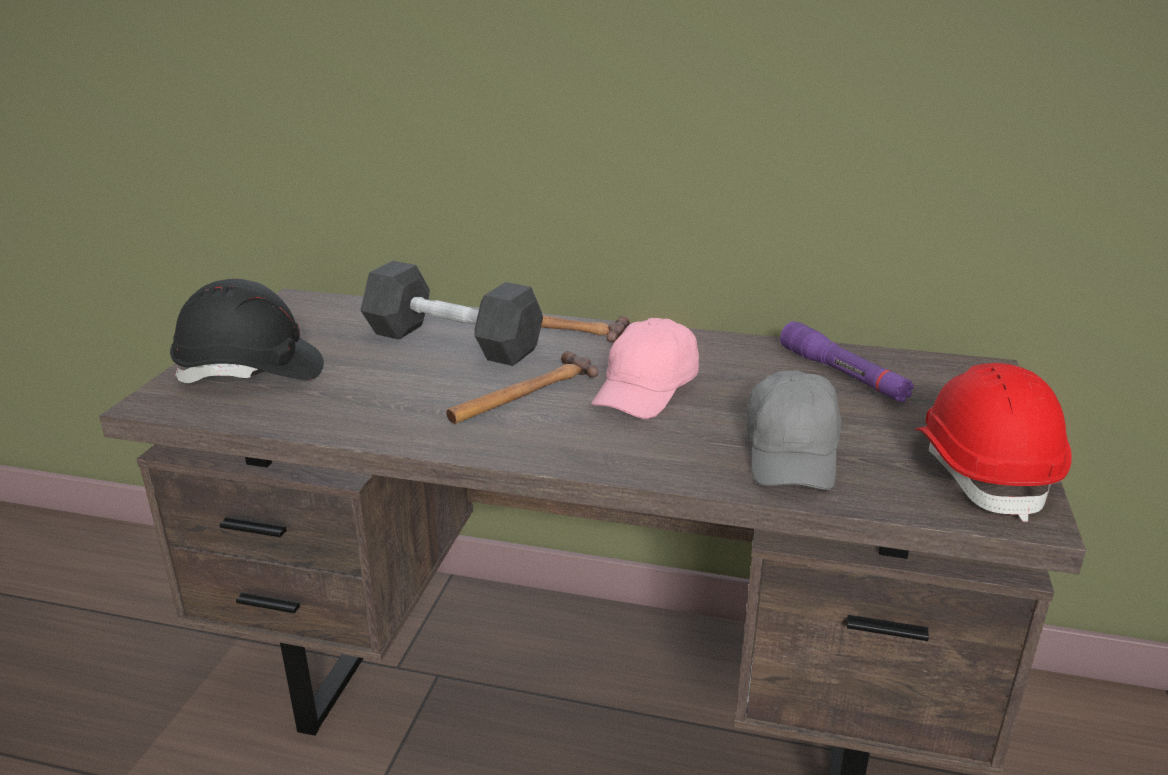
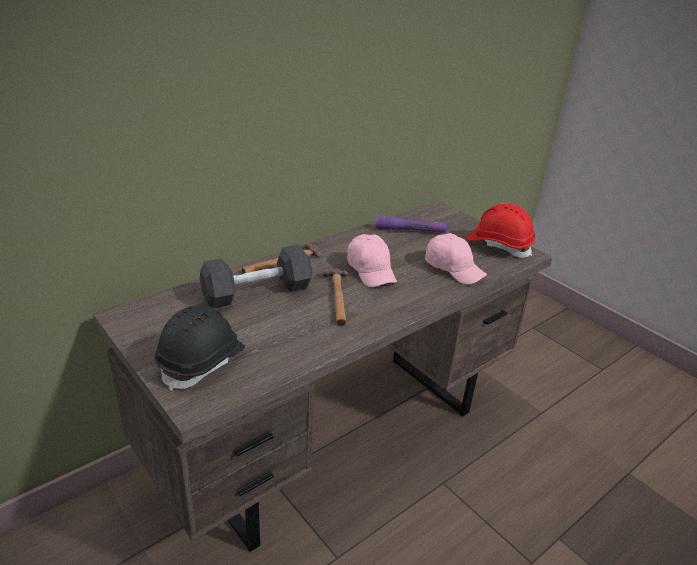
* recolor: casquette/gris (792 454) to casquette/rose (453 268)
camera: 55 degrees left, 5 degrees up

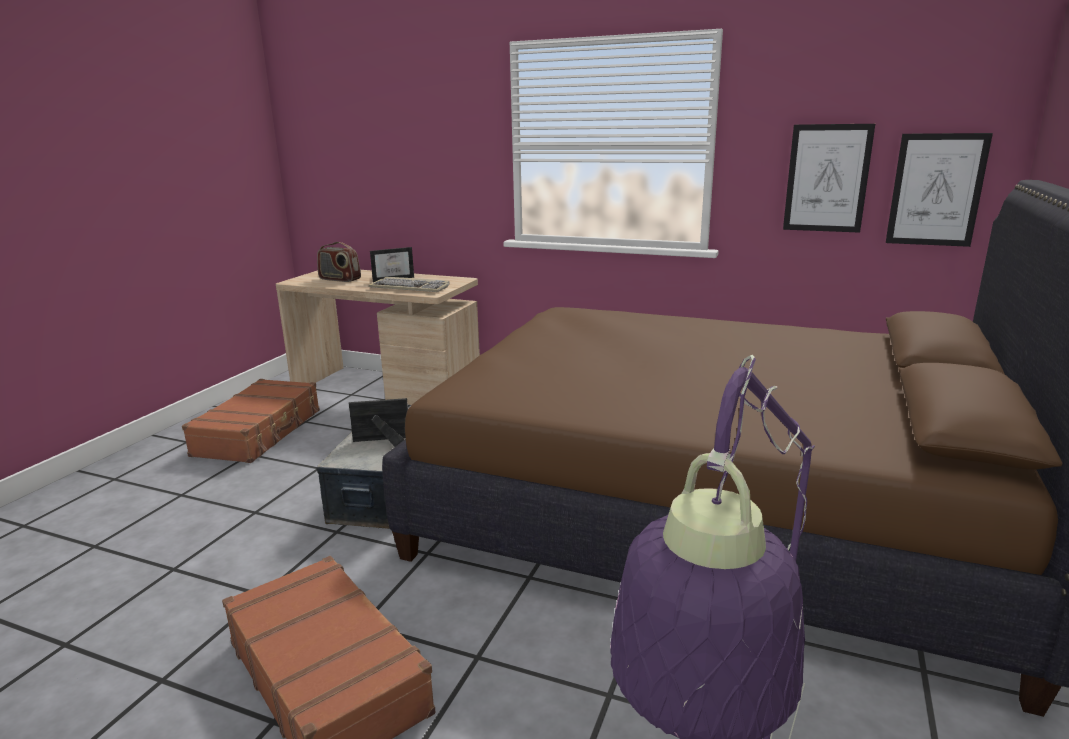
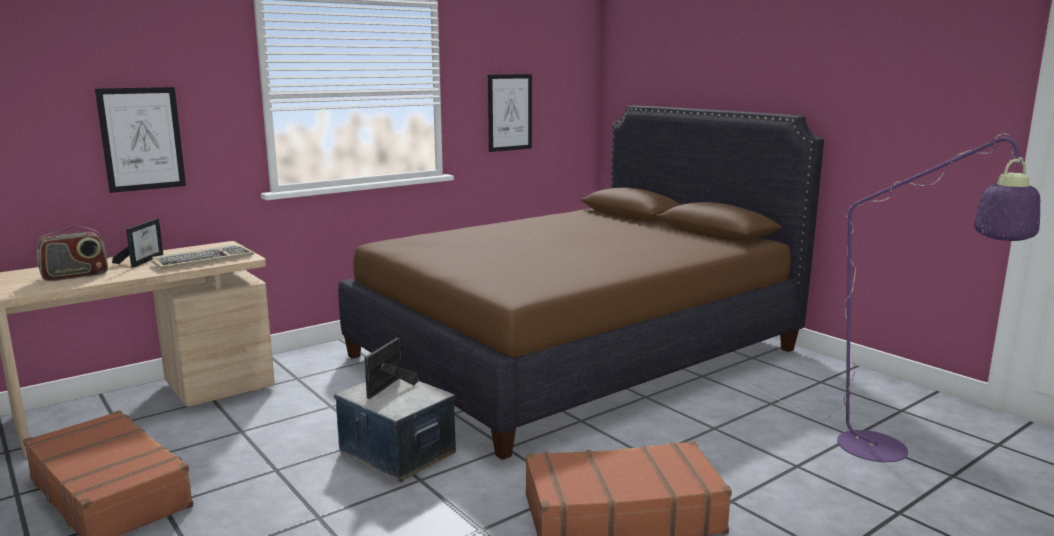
* move: tableau (936 190) to (142 139)
camera: 60 degrees left, 5 degrees down

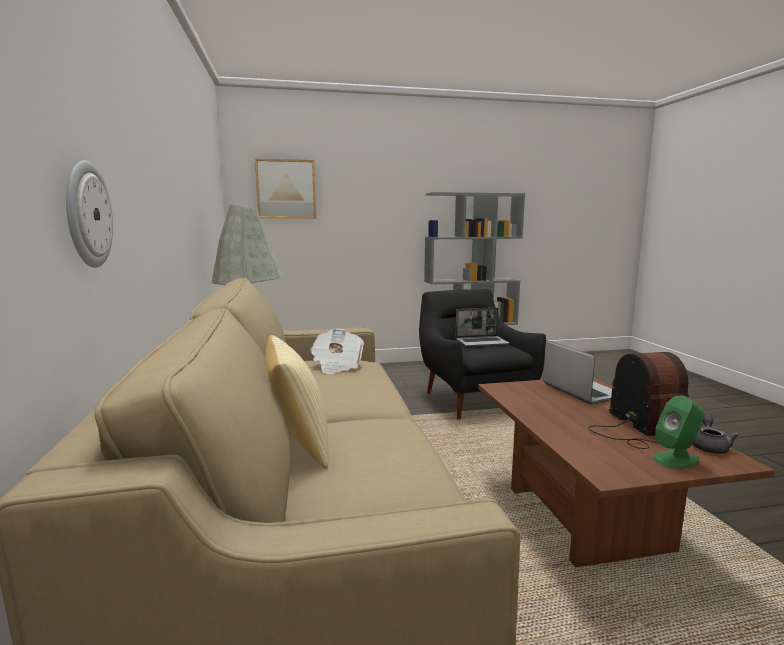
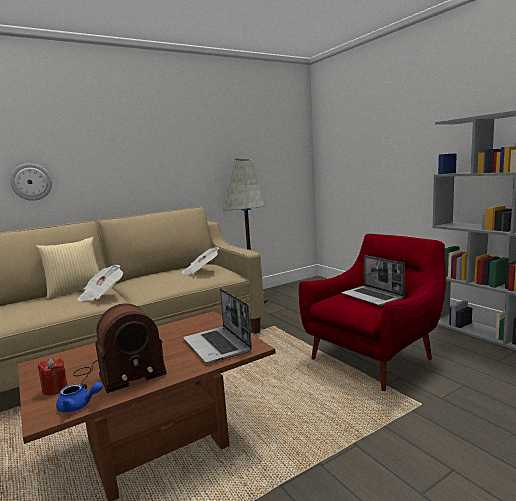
* delete: tableau (286 189)
* recolor: fauteuil/noir (474 399) to fauteuil/rouge (374 357)
* rotate: ordinateur portable (580 390) = (218 346) 105 degrees clockwise
* replace: enceinte/vert (676 459) to bougie/rouge (55 389)
* recolor: théière/gris (710 446) to théière/bleu (78 406)
* insert: journal (101 295)
camera: 70 degrees right, 0 degrees up

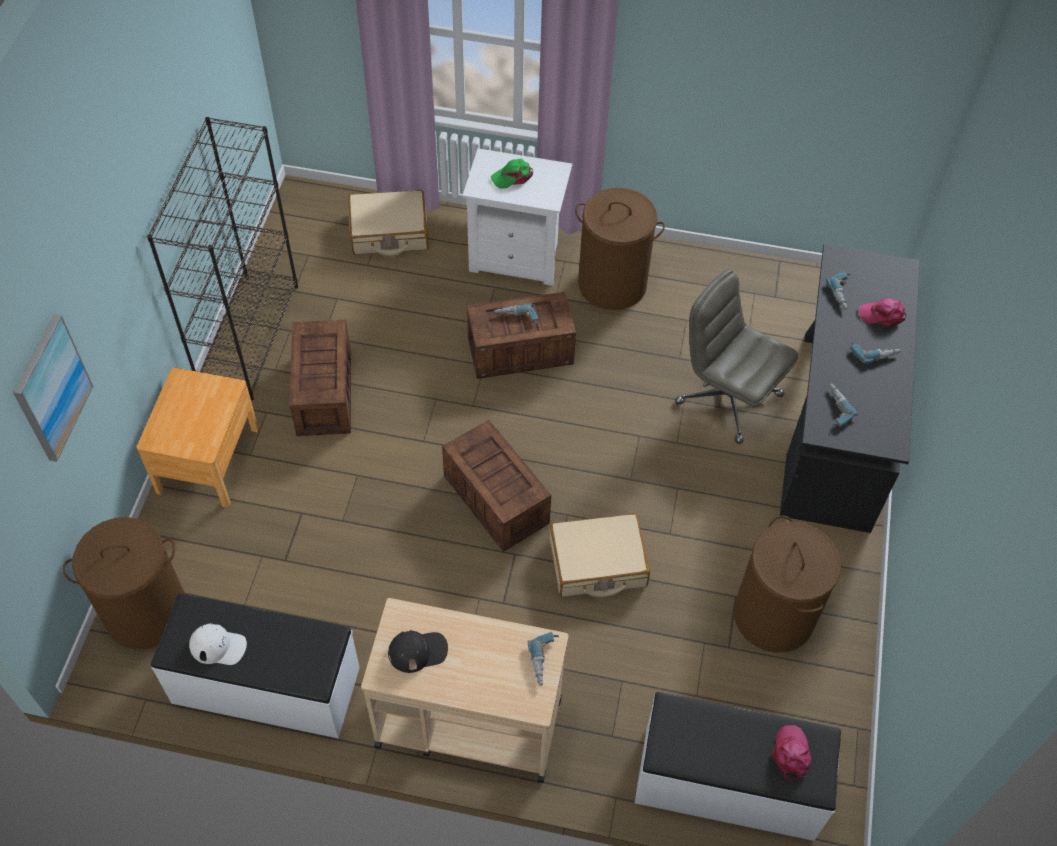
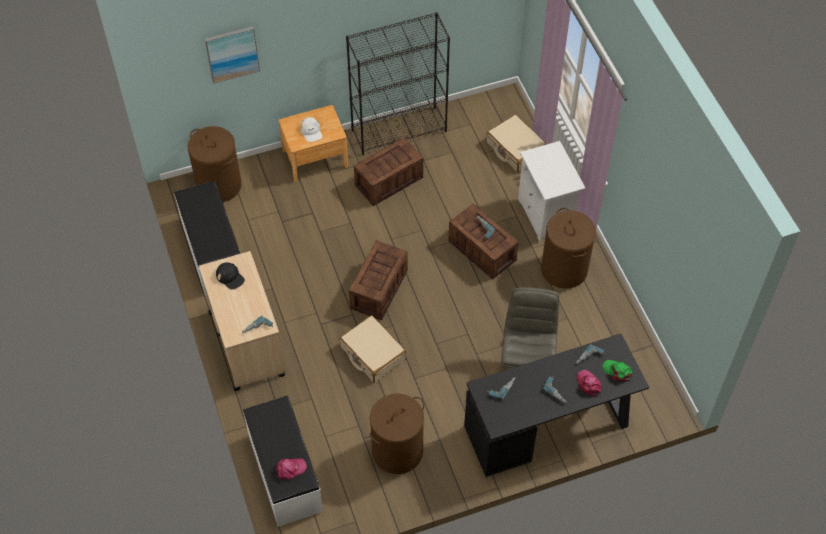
* move: casquette/blanc (218 646) to (311 131)
* move: casquette/vert (513 176) to (617 372)
camera: 60 degrees right, 0 degrees up

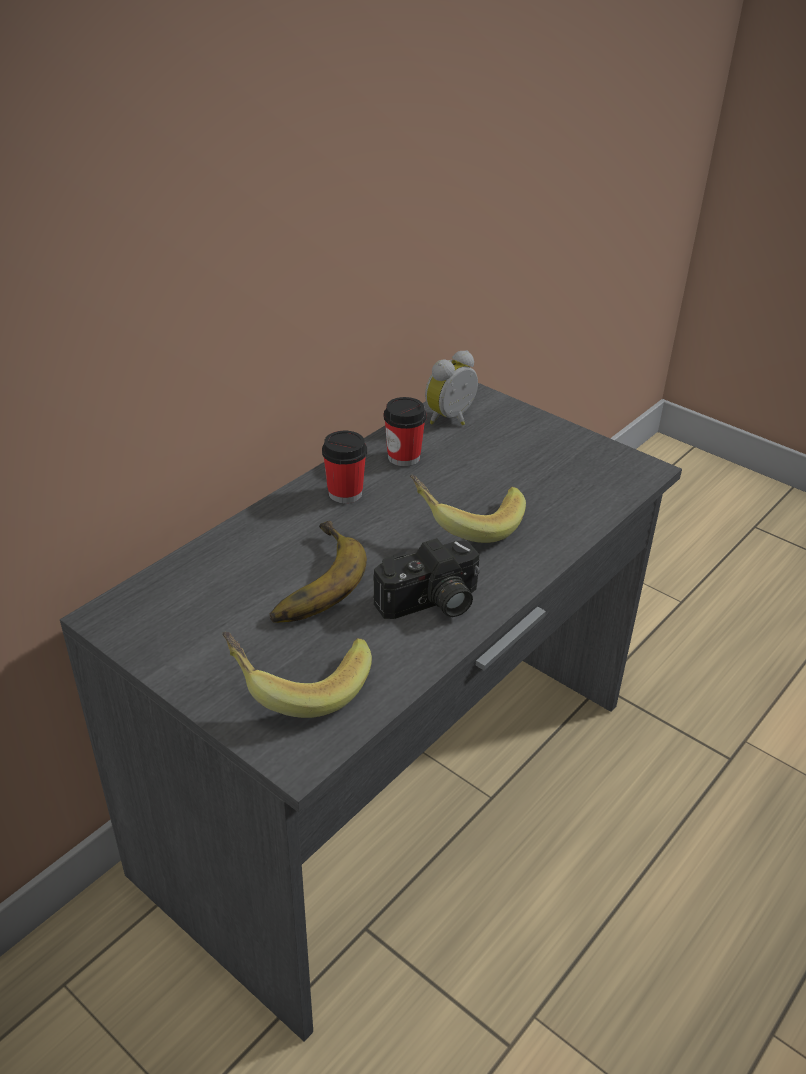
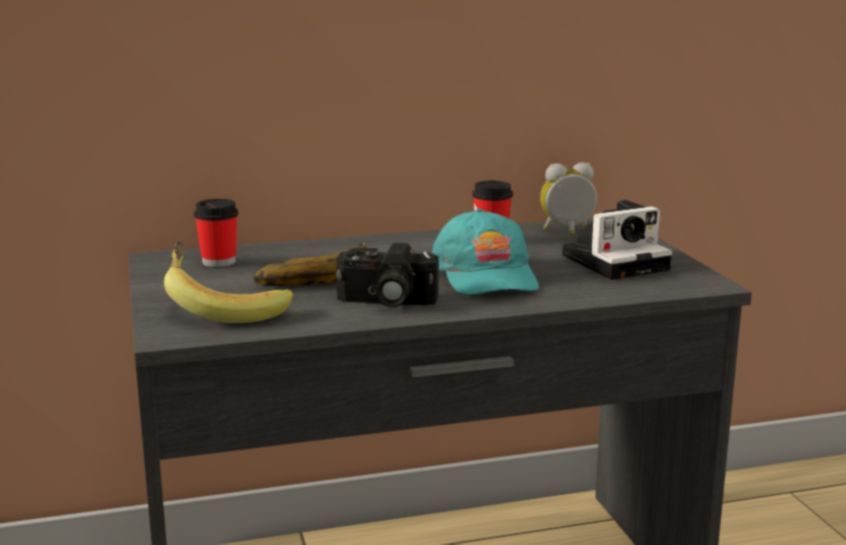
* move: tasse (345 493) to (219 261)
* replace: banane (466 522) to casquette/turquoise (486 275)
* insert: appareil photo (617 261)
camera: 35 degrees right, 20 degrees down

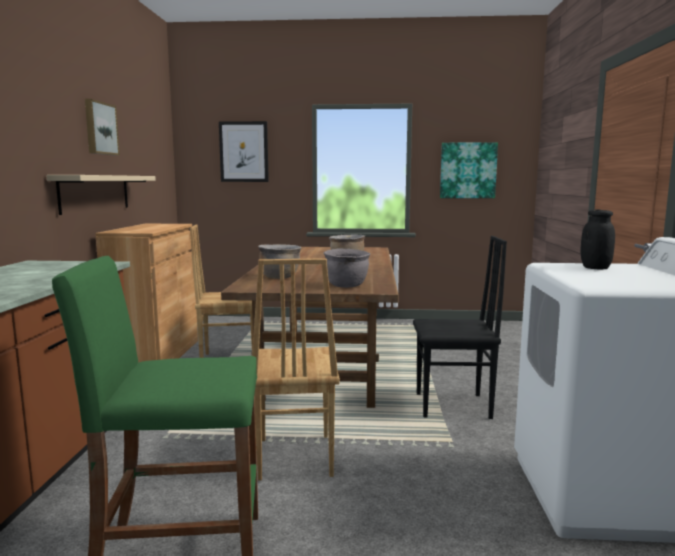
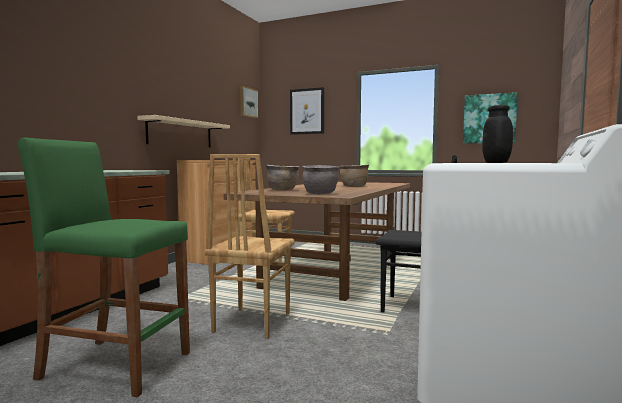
* move: tableau (100 128) to (248 102)
camera: 20 degrees right, 5 degrees down

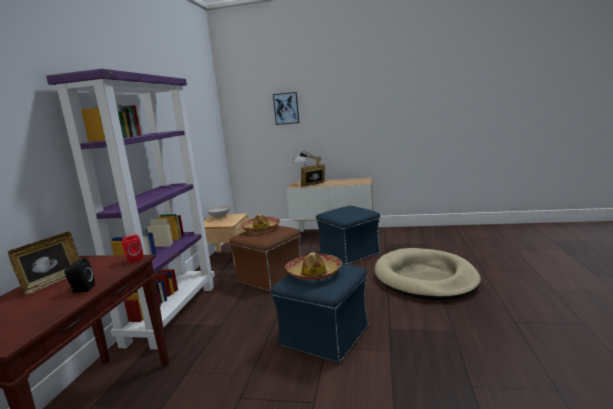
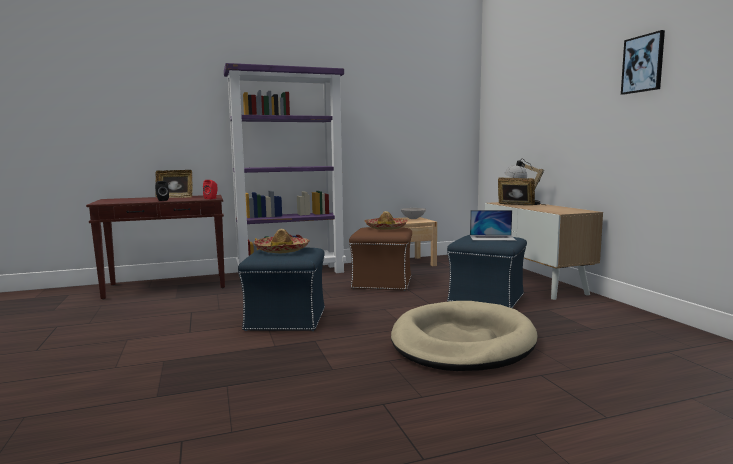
* move: tableau (286 108) to (643 64)
* insert: ordinateur portable (492 238)
camera: 60 degrees right, 5 degrees down

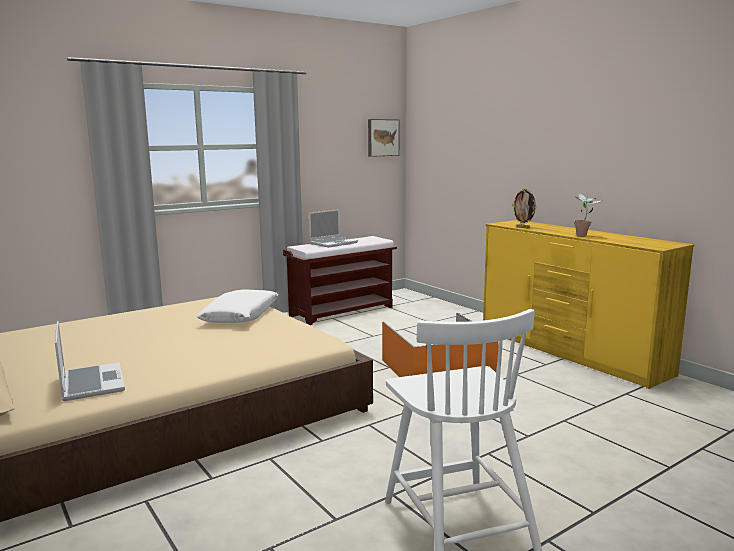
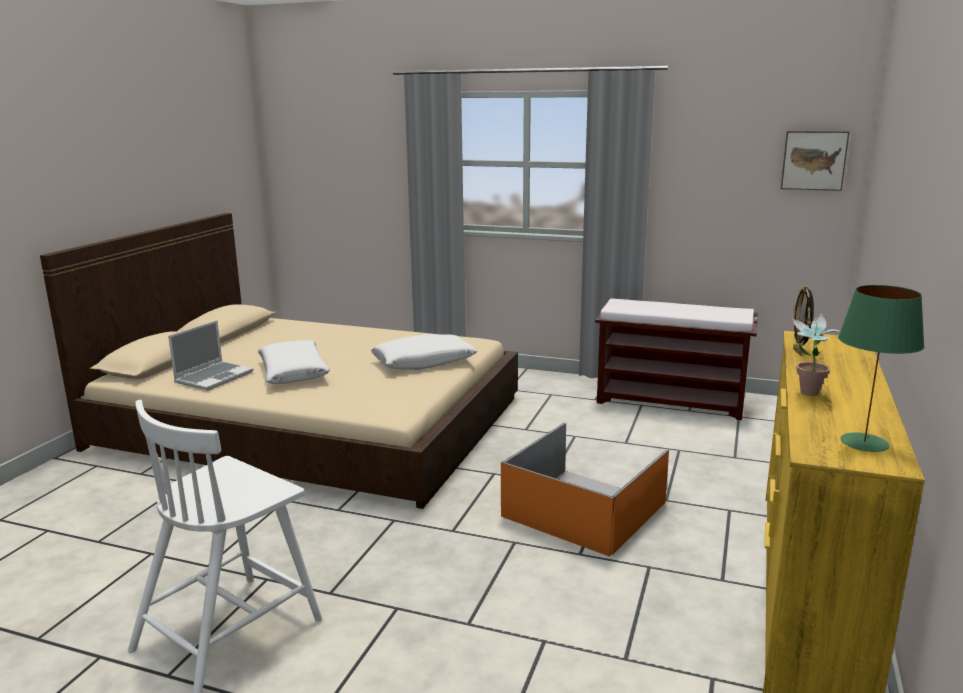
* delete: ordinateur portable (333 243)
* insert: coussin/blanc (293 372)
* insert: lampe de table/vert (865 442)
camera: 55 degrees right, 5 degrees up

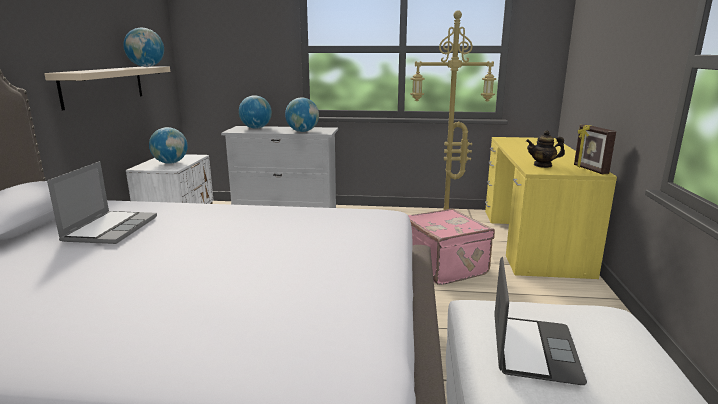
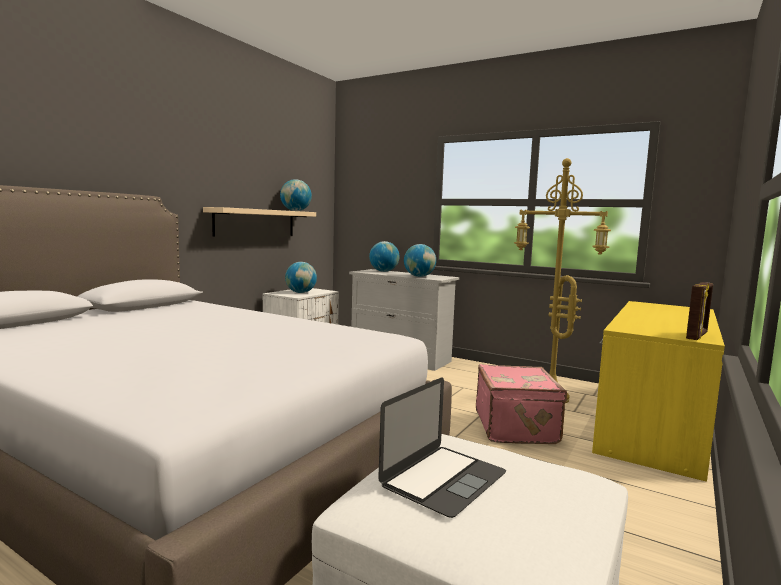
* delete: ordinateur portable (110 228)
* delete: théière (542 165)
* rotate: cadre photo (590 170) = (697 336) 150 degrees counterclockwise
camera: 25 degrees right, 10 degrees down

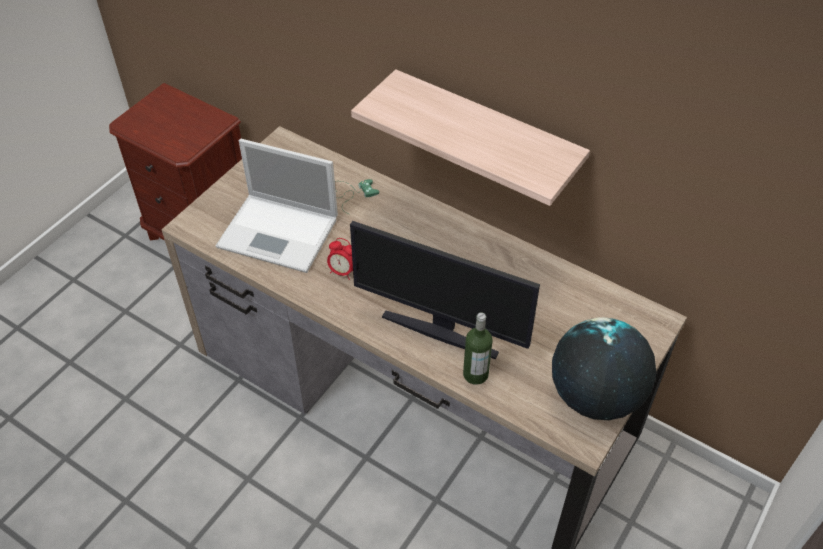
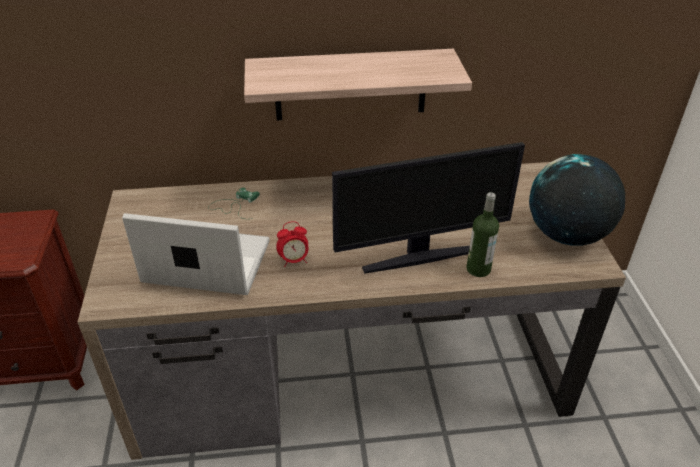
* rotate: ordinateur portable (280 233) = (205 262) 150 degrees counterclockwise
camera: 40 degrees left, 10 degrees down

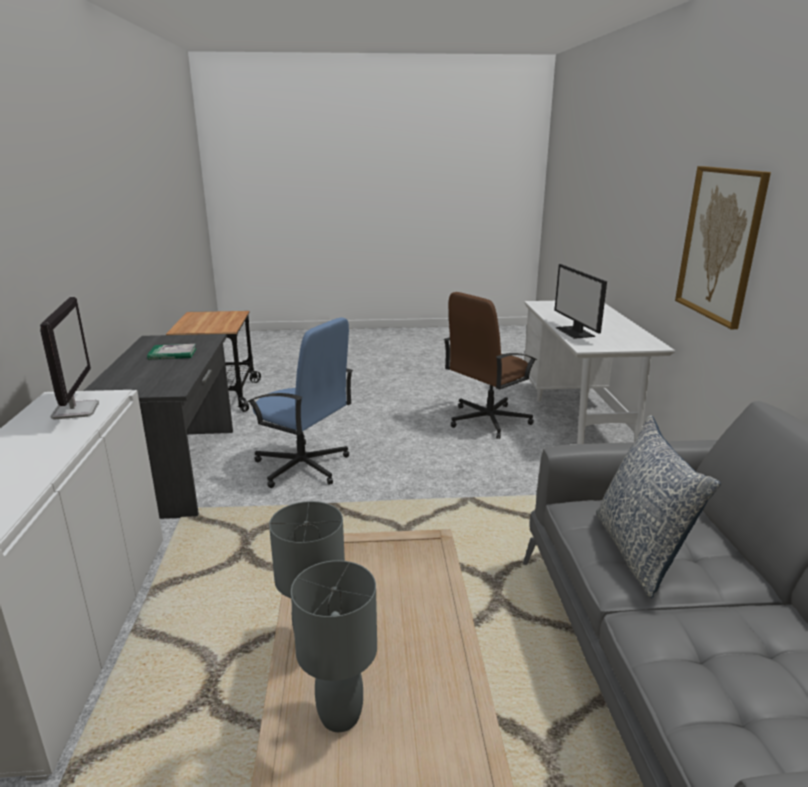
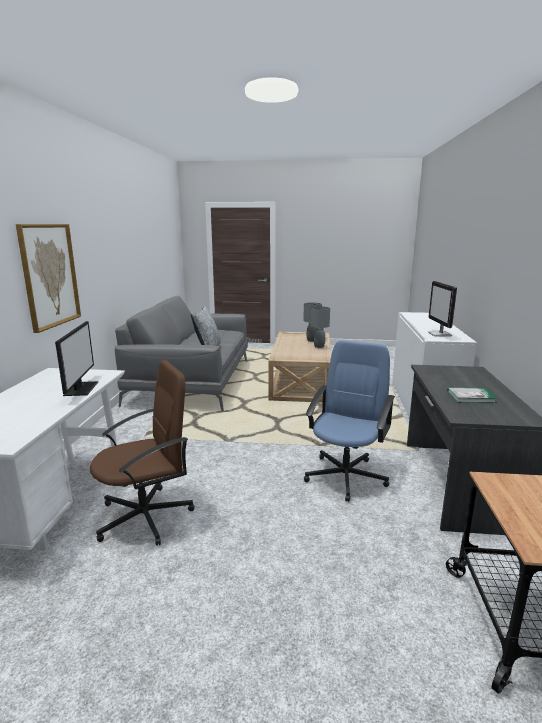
* rotate: chaise de bureau/bleu (303 467) = (346 476) 75 degrees clockwise
camera: 170 degrees left, 5 degrees down

